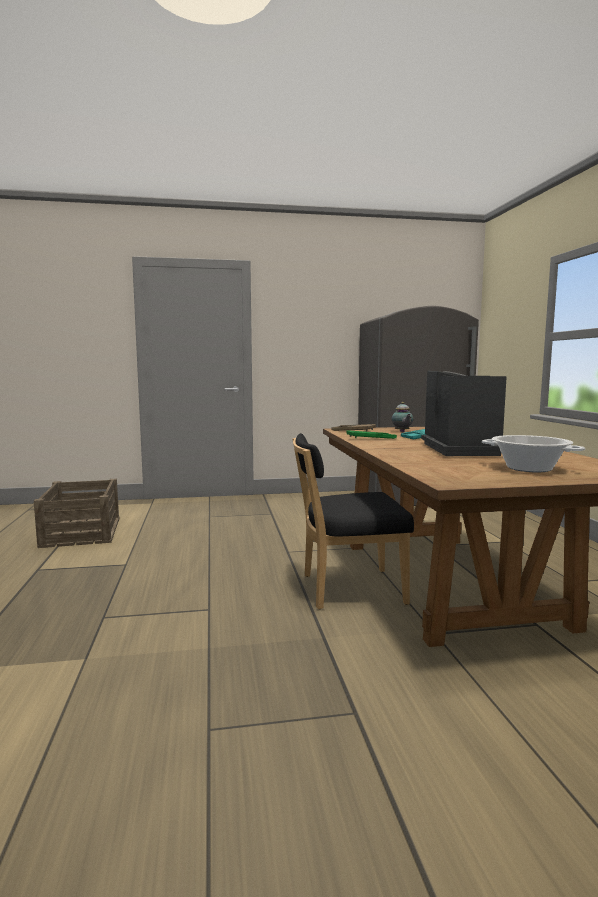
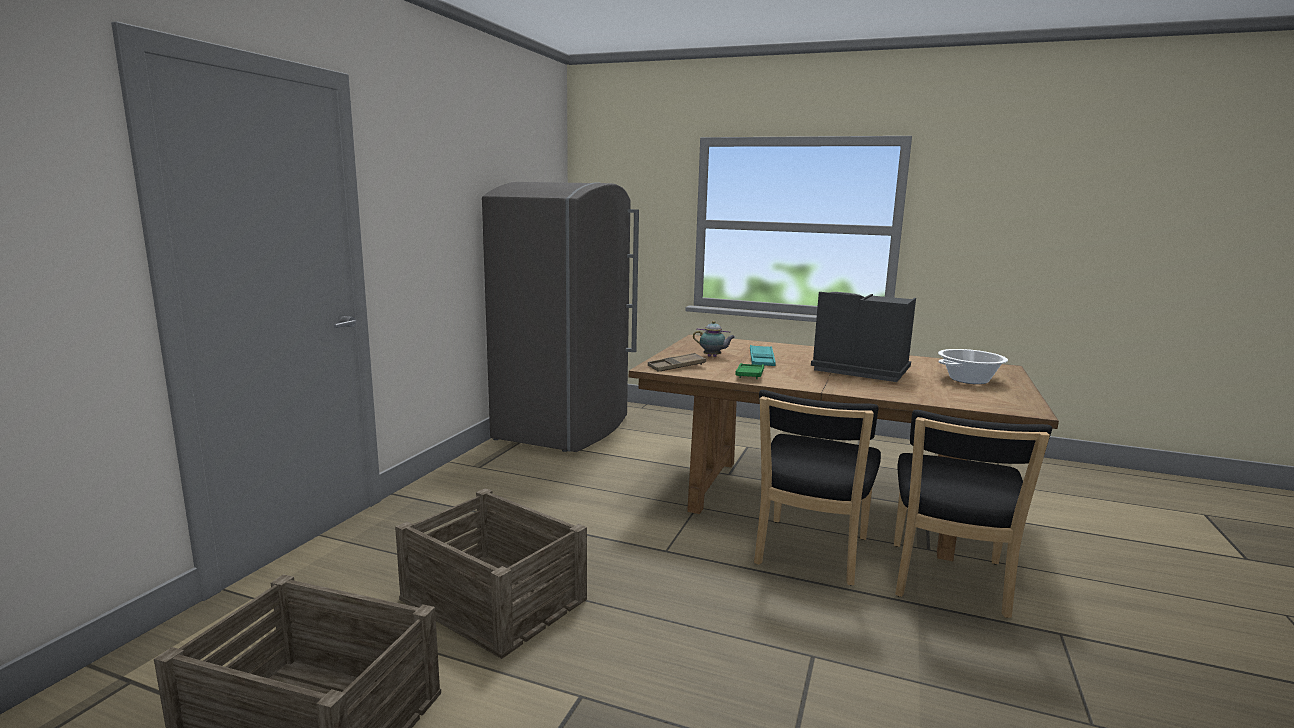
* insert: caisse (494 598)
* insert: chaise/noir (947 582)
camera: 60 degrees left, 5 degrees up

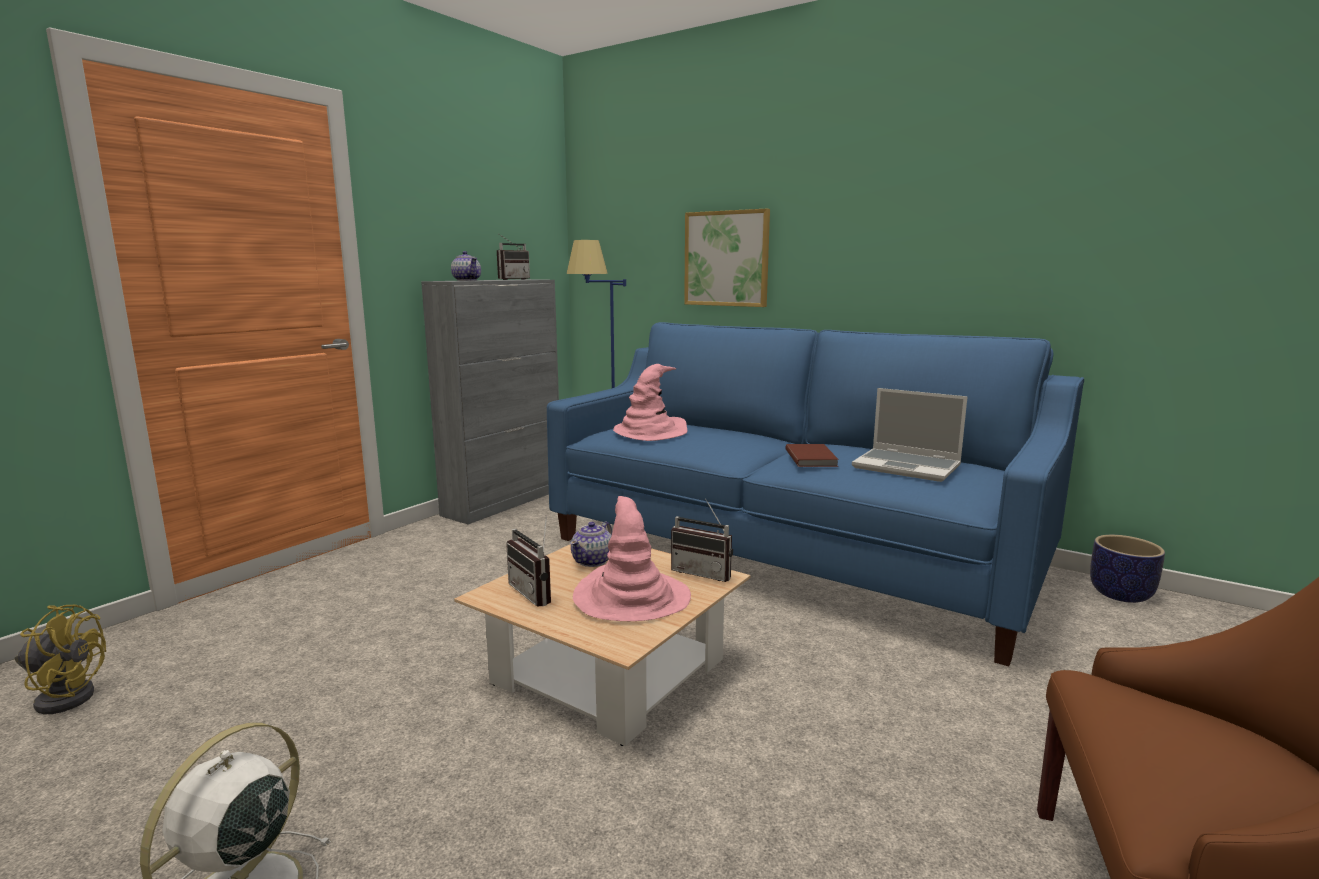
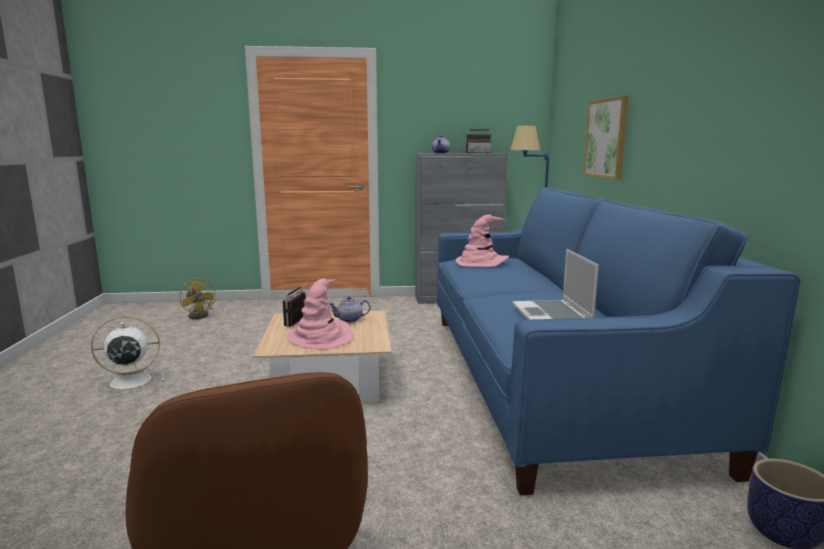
* delete: radio (704 572)
* delete: livre/marron (812 458)
camera: 50 degrees right, 0 degrees up

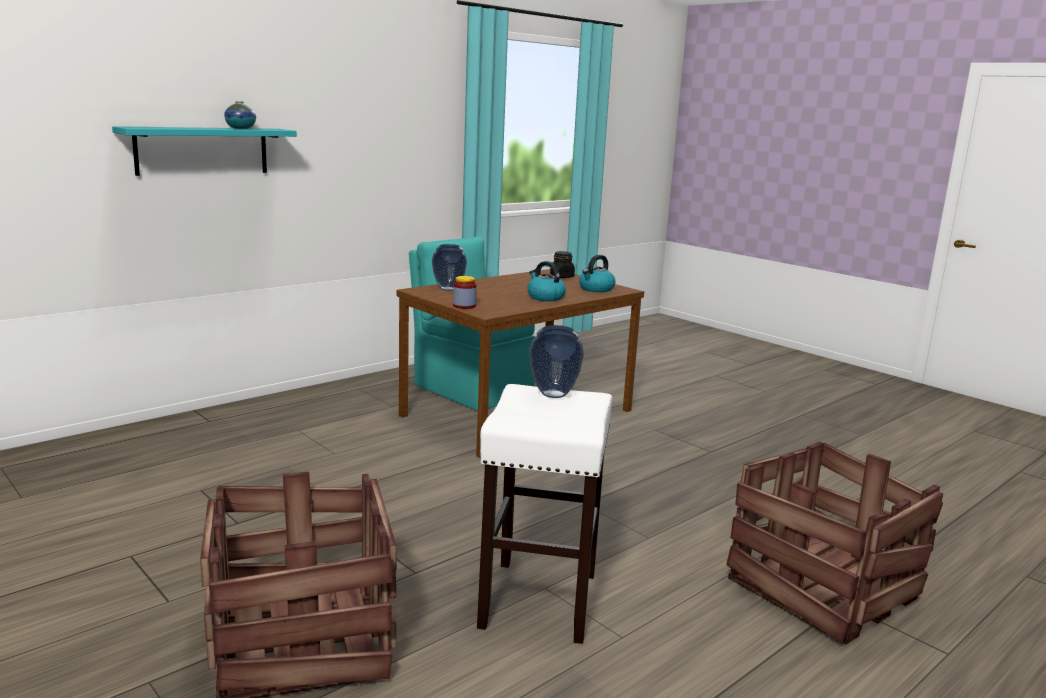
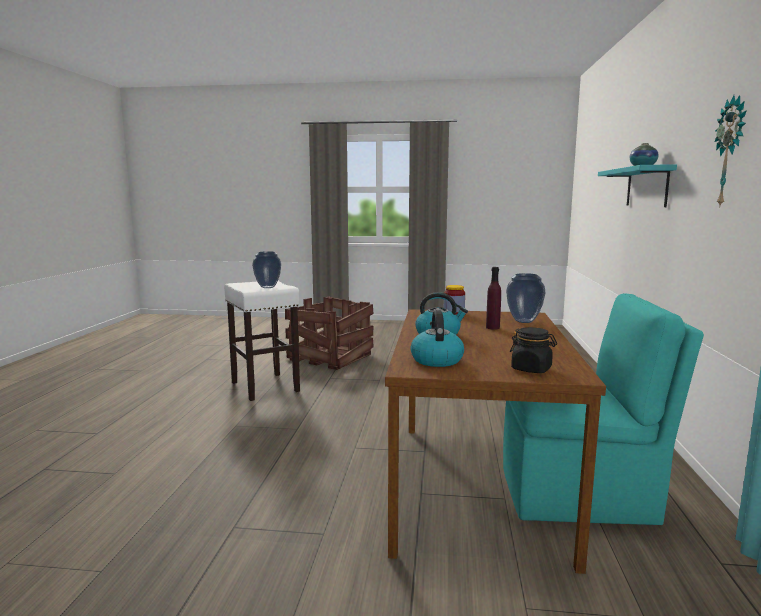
* delete: caisse (821 589)
* insert: bouteille/violet (492 327)
* insert: horloge murale (731 152)
camera: 140 degrees right, 5 degrees down

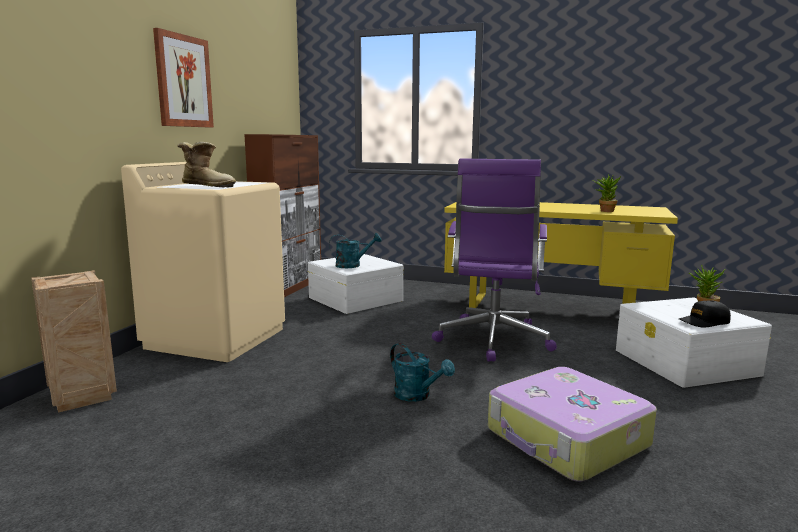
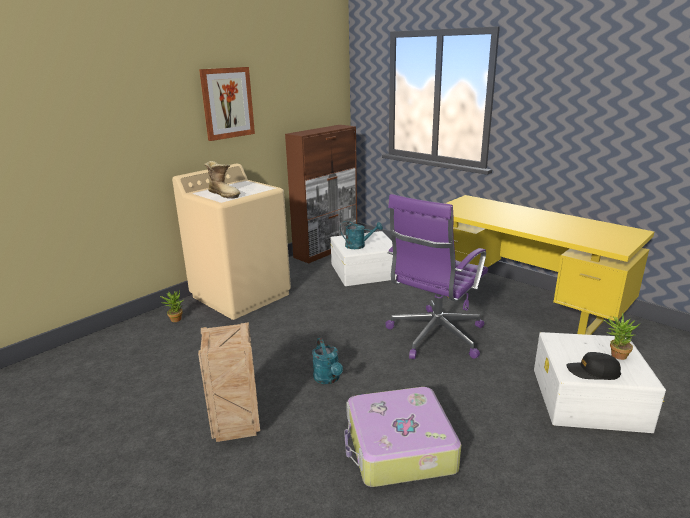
* move: caisse (81 397) to (235 424)
* move: plante en pot (604 211) to (175 318)
camera: 25 degrees right, 10 degrees up

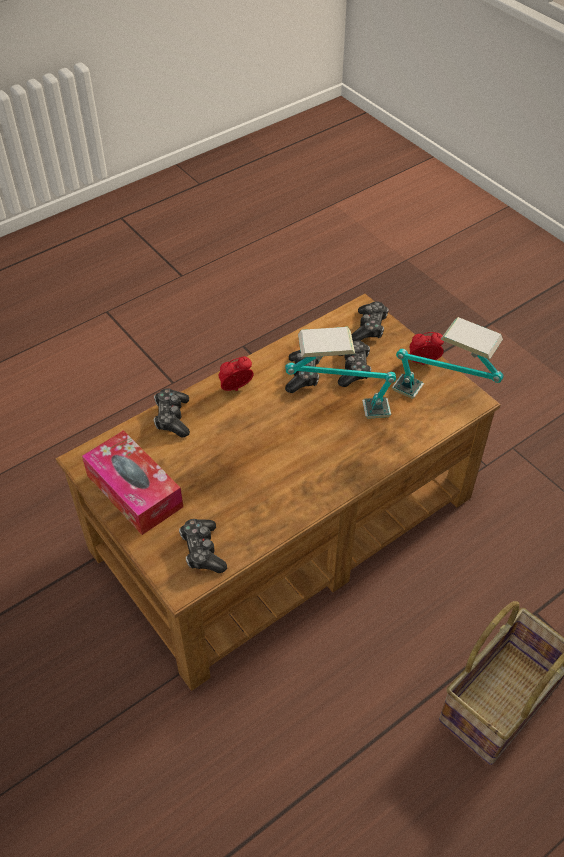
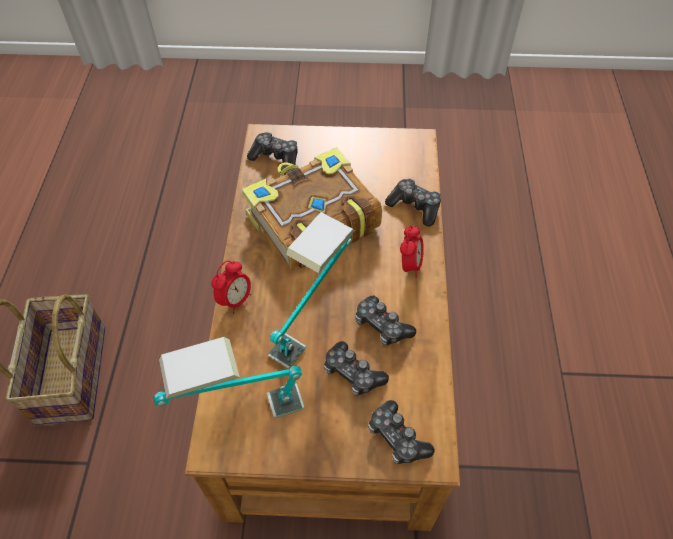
* delete: boîte à mouchoirs (134 491)
* move: réveil (423 363) to (235 300)
* insert: livre (311 221)
camera: 130 degrees right, 5 degrees up

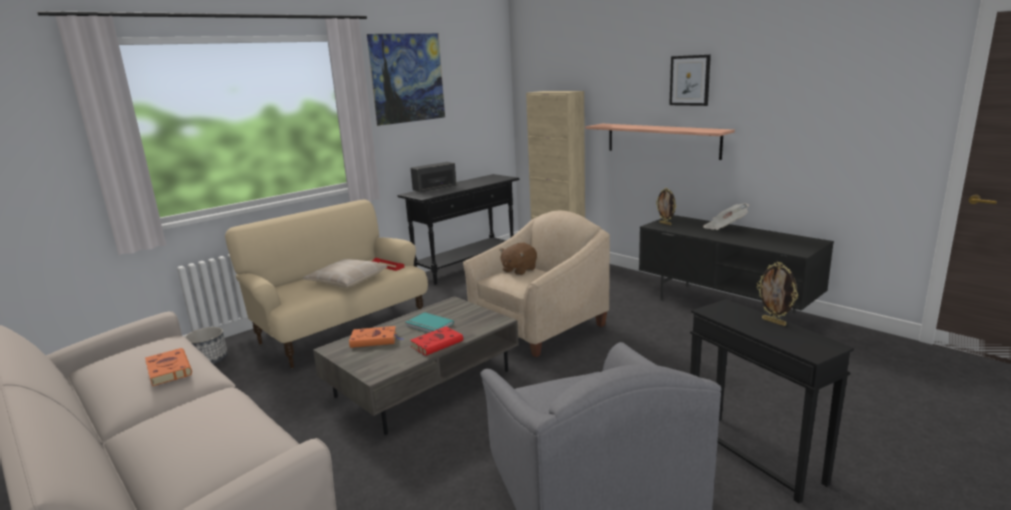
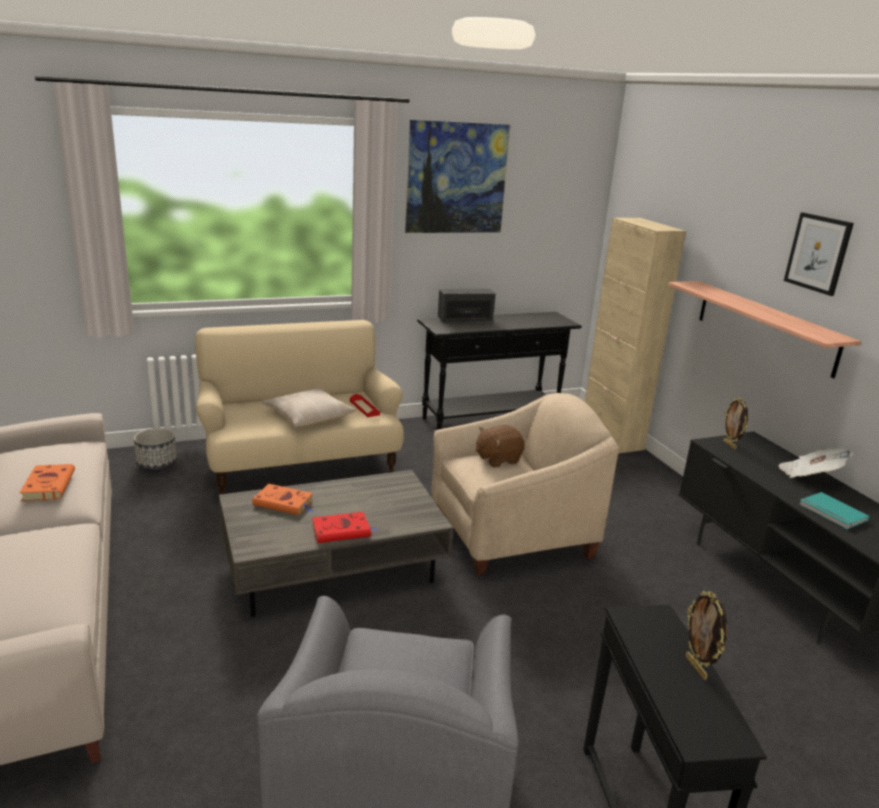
* move: livre/turquoise (428 325) to (832 513)
camera: 20 degrees right, 5 degrees up

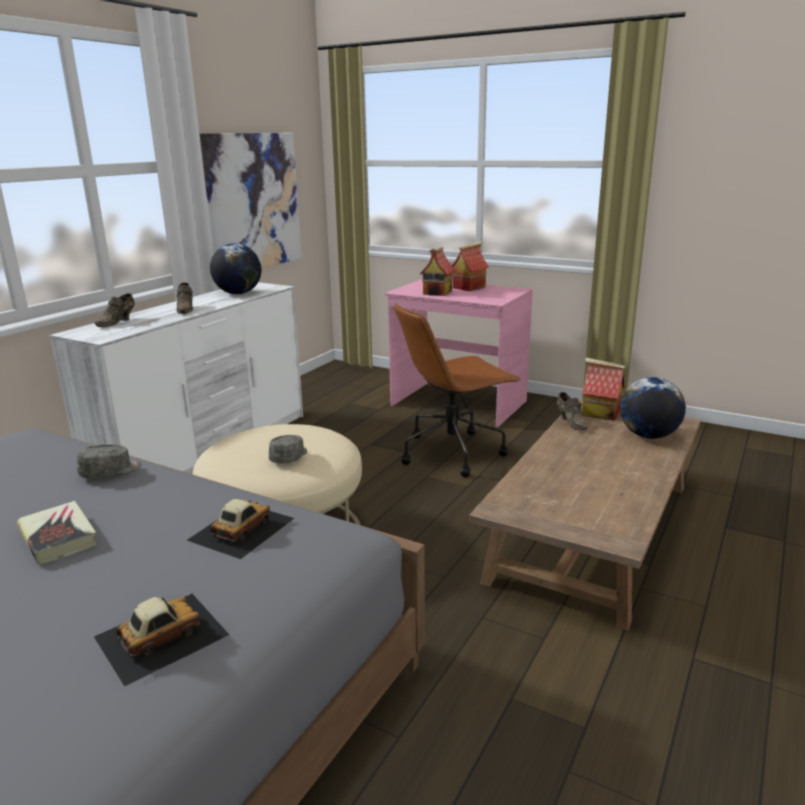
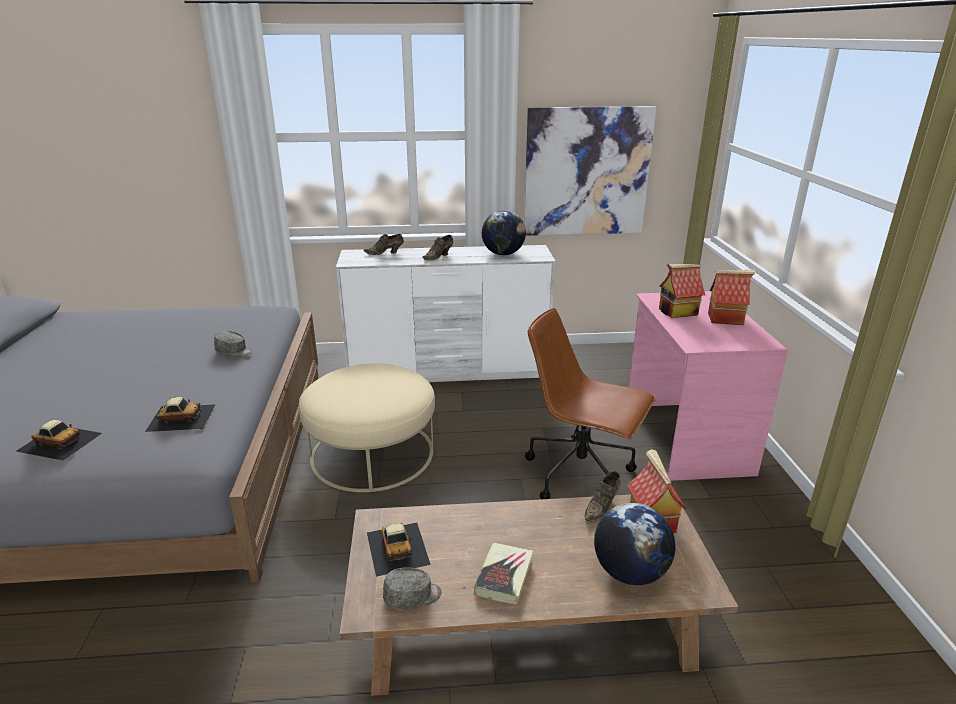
* move: livre (58 537) to (504 576)
* move: casquette/gris (289 457) to (412 596)
* insert: petite voiture (398 547)
camera: 55 degrees right, 5 degrees up

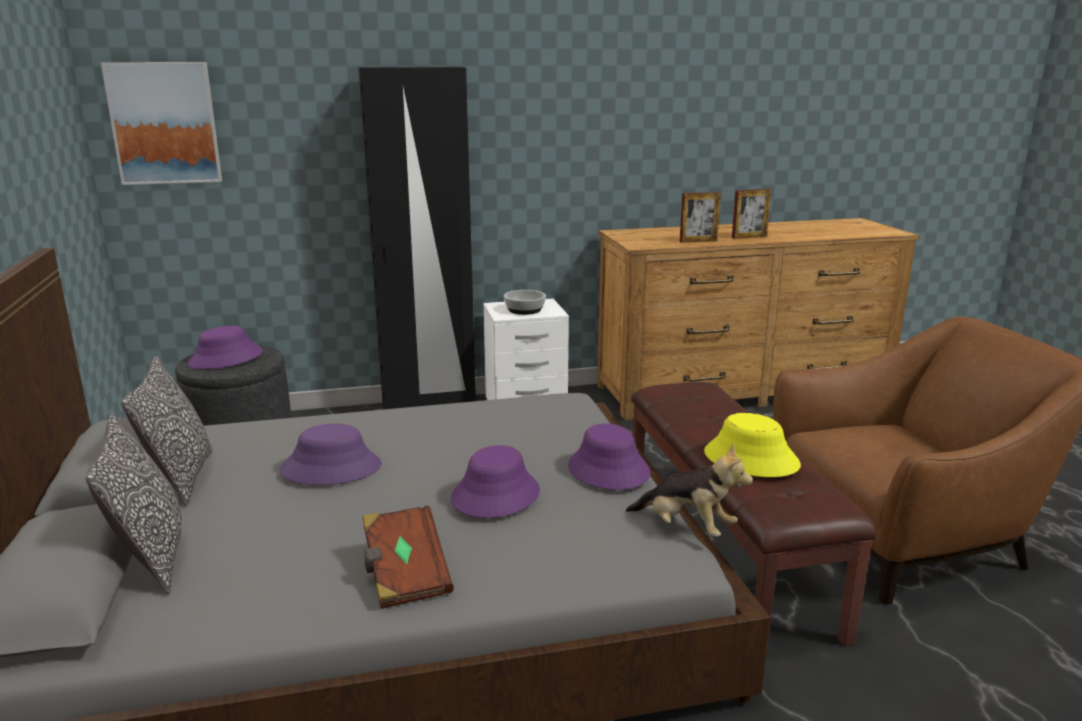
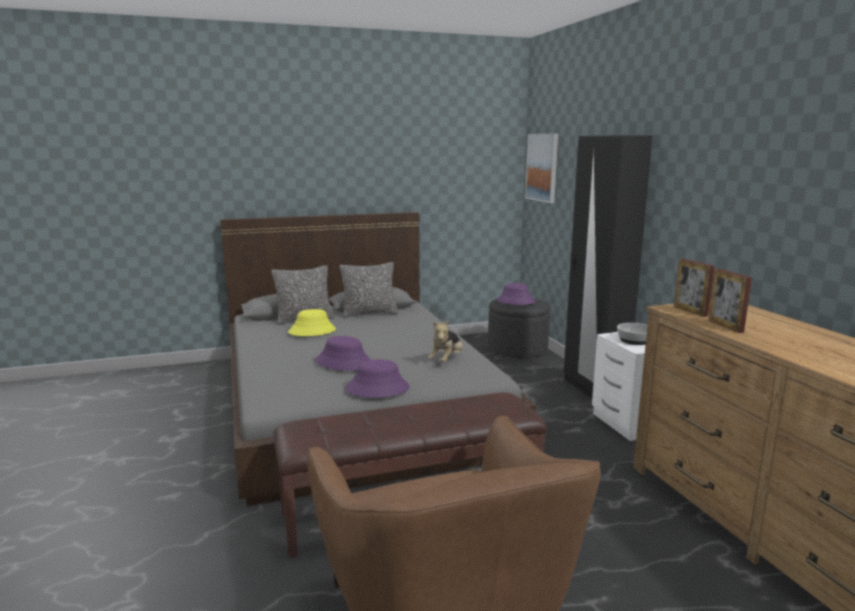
* delete: chapeau/violet (331 468)
* delete: livre/marron (405 574)
* move: peluche (686 527) to (447 360)
* move: chapeau/jaune (750 459) to (312 331)
* move: cadre photo (749 237) to (690 311)
camera: 85 degrees right, 5 degrees down

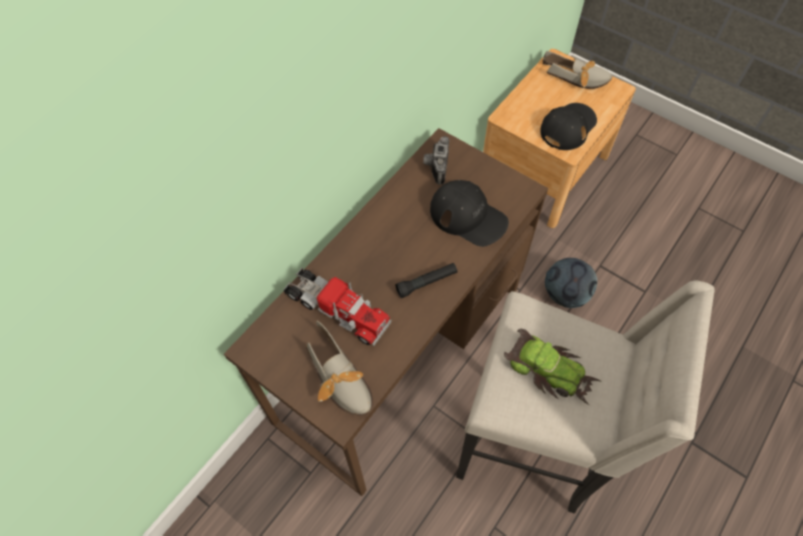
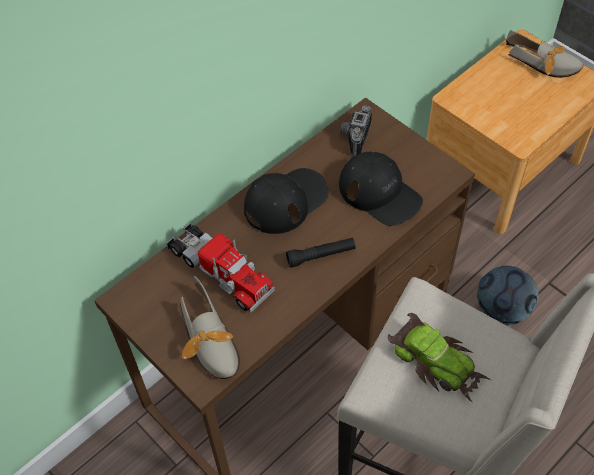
* move: casquette/noir (568 127) to (286 201)
camera: 10 degrees right, 5 degrees down

